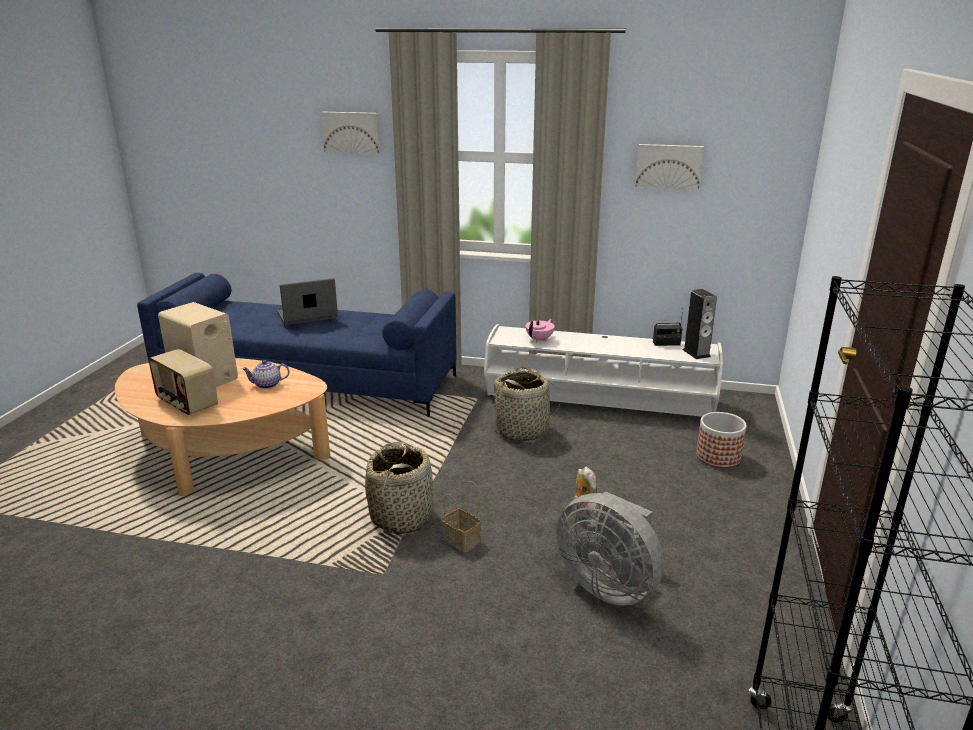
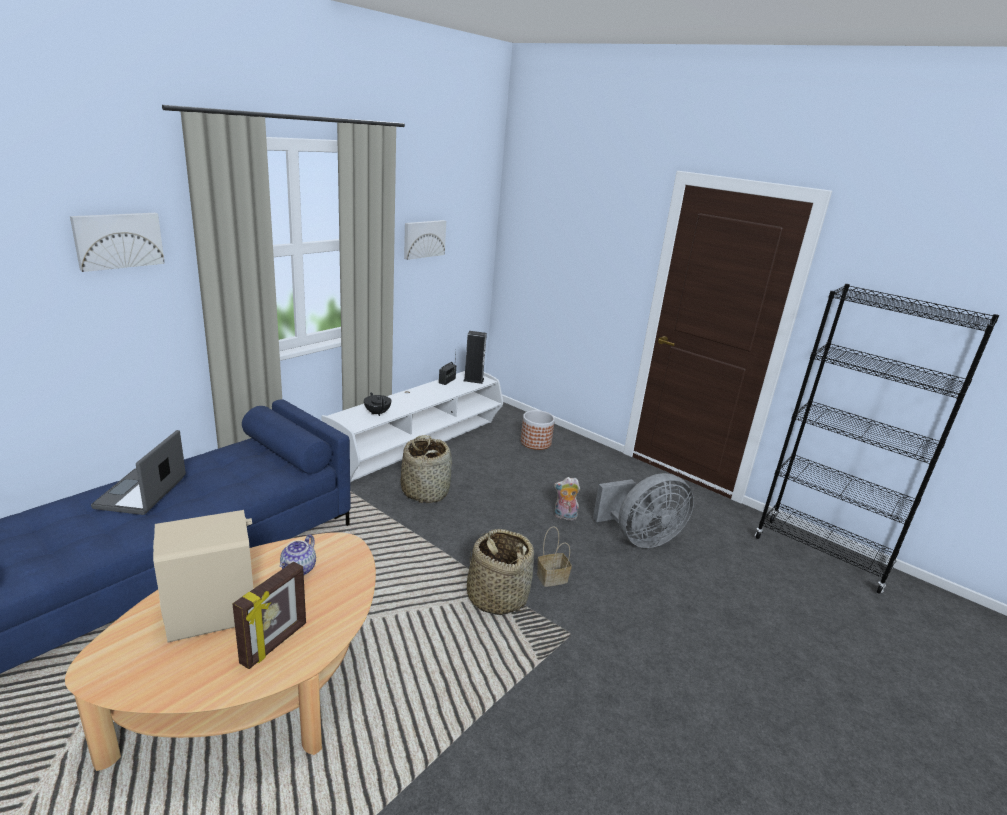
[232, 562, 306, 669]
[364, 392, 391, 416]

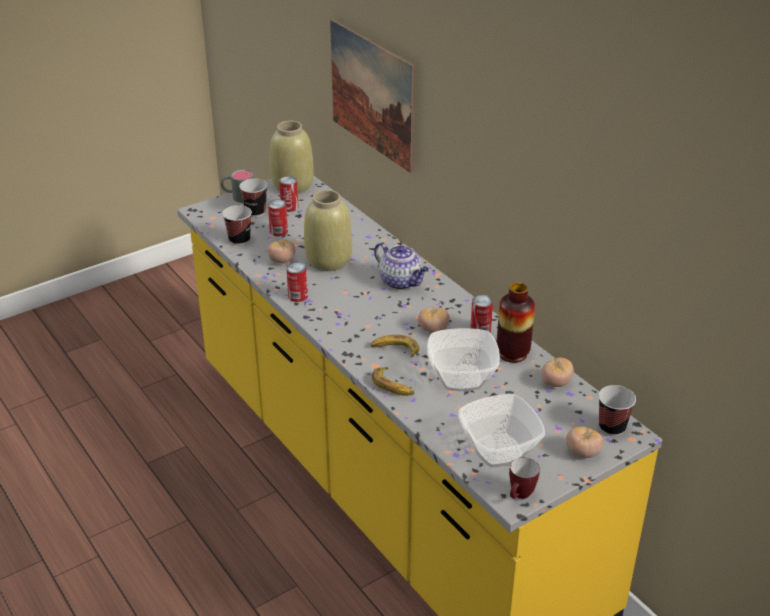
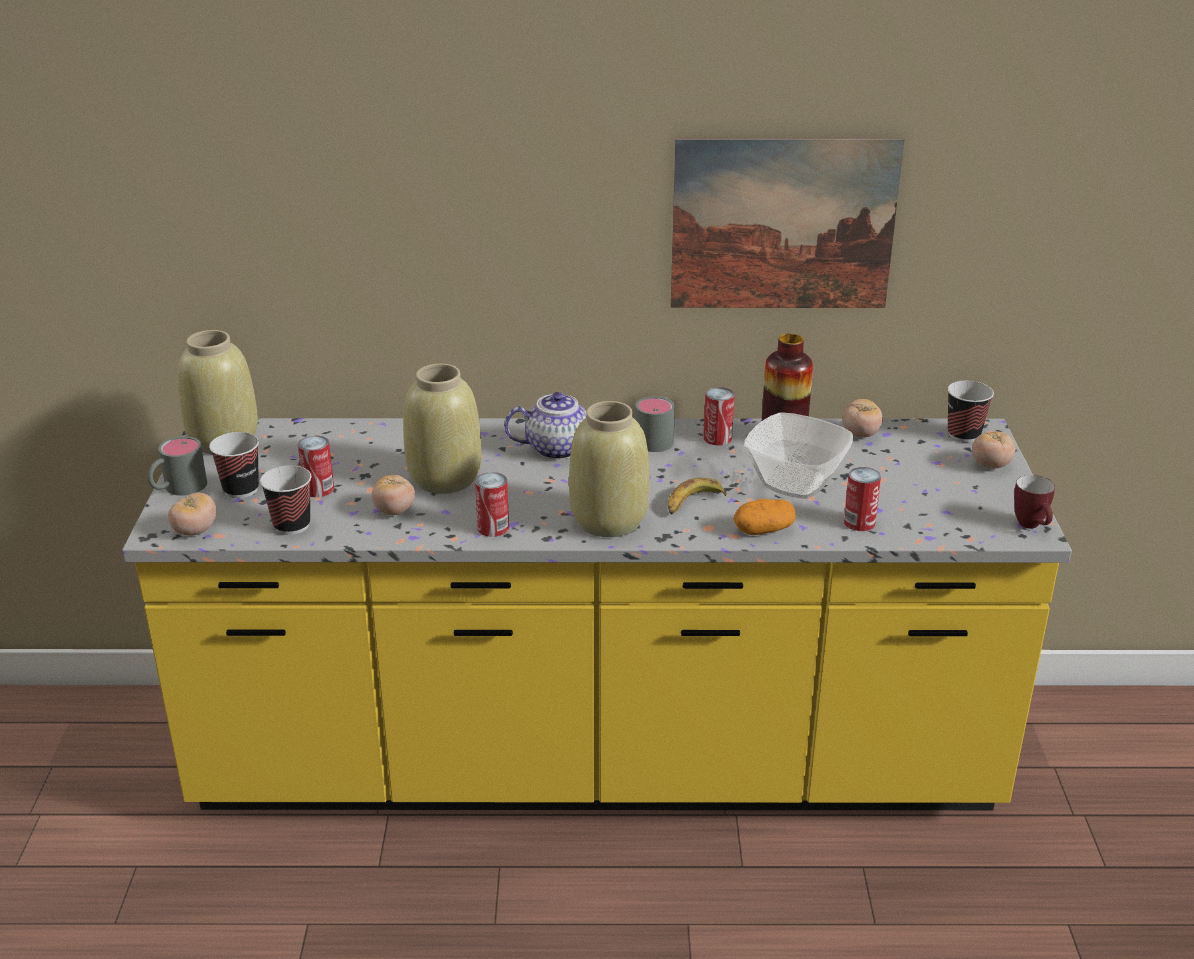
[458, 394, 545, 467] (first image)
[569, 401, 650, 537]
[635, 396, 675, 452]
[844, 467, 881, 531]
[670, 138, 904, 308]
[168, 493, 216, 535]
[733, 499, 796, 535]

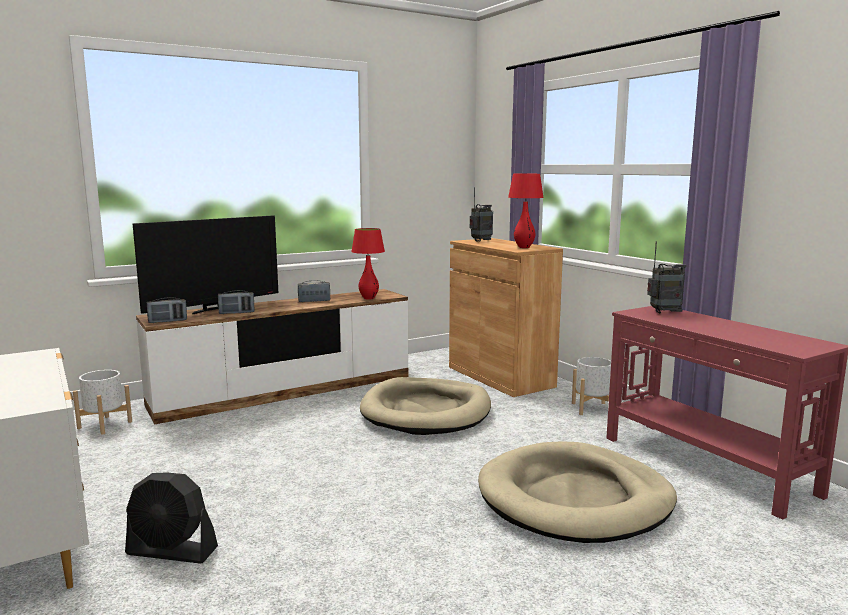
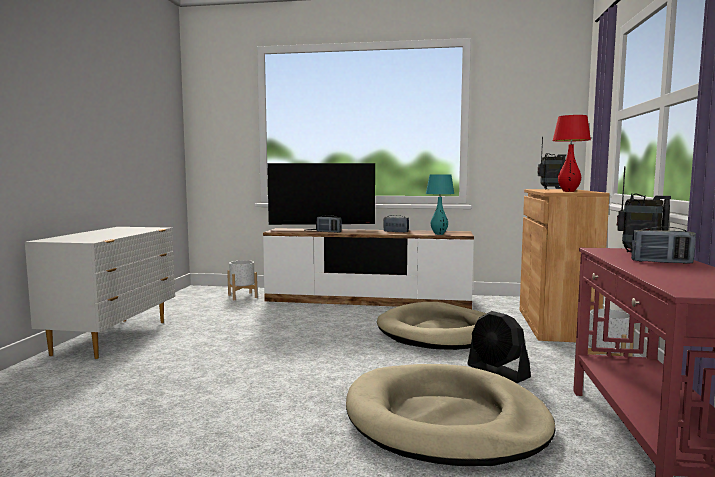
[467, 311, 531, 383]
[631, 227, 696, 264]
[426, 175, 455, 235]

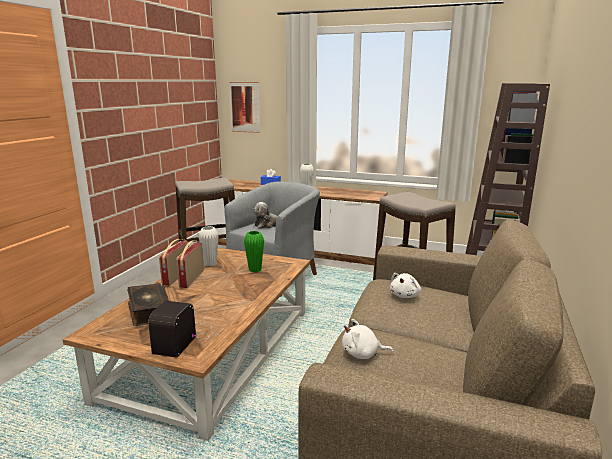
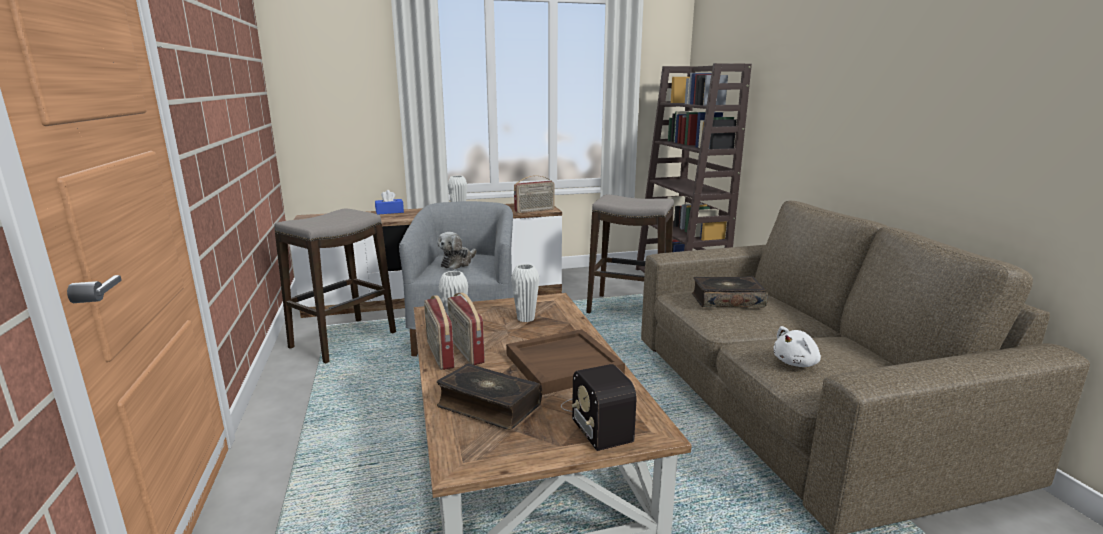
[229, 82, 260, 133] (first image)
[506, 329, 625, 395]
[514, 175, 554, 213]
[692, 276, 768, 308]
[511, 264, 539, 322]

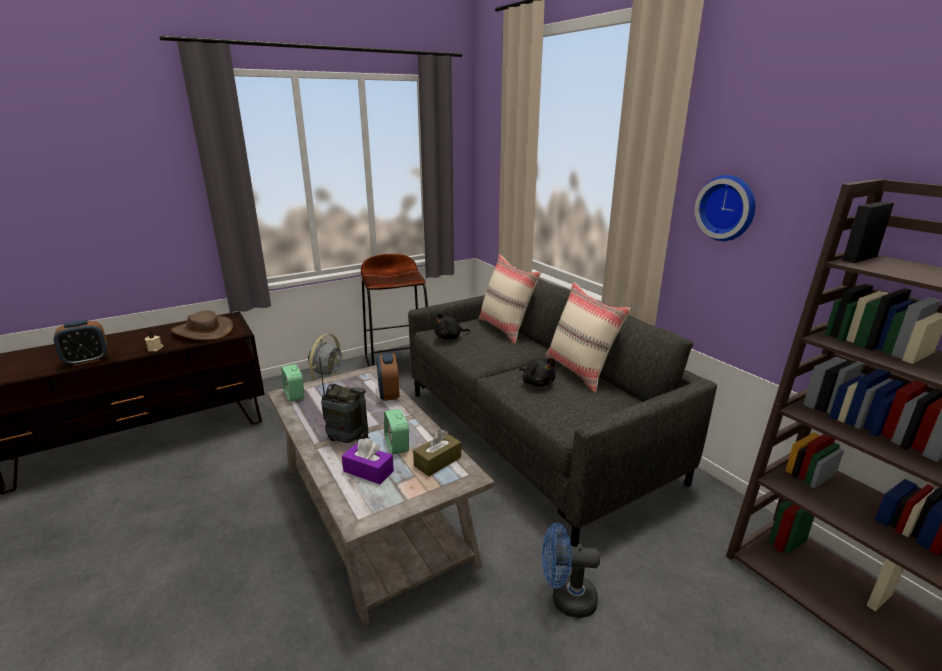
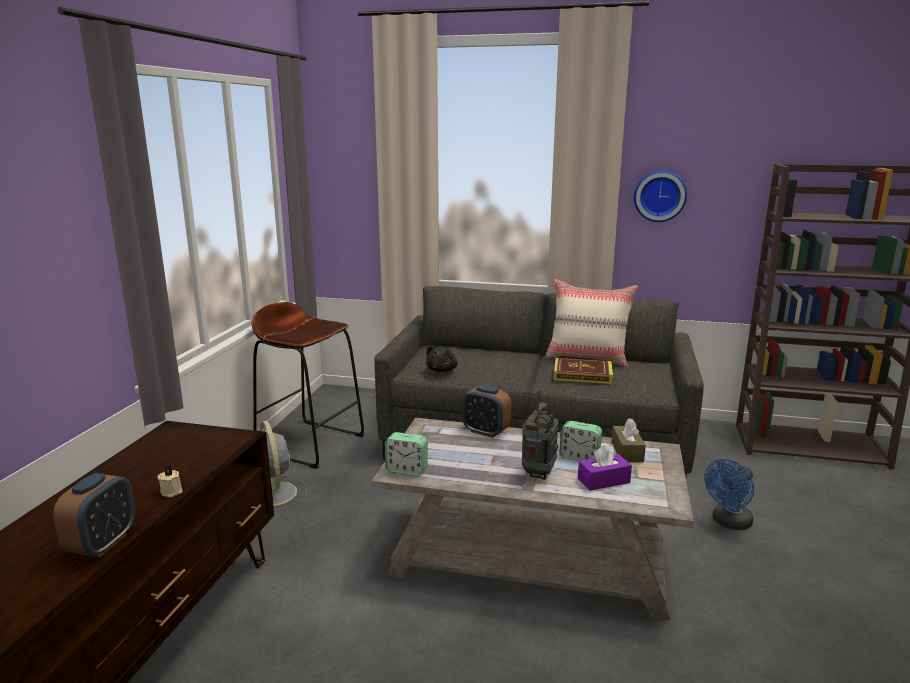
[171, 310, 233, 340] (first image)
[478, 255, 541, 344] (first image)
[554, 358, 613, 384]
[522, 390, 558, 480]

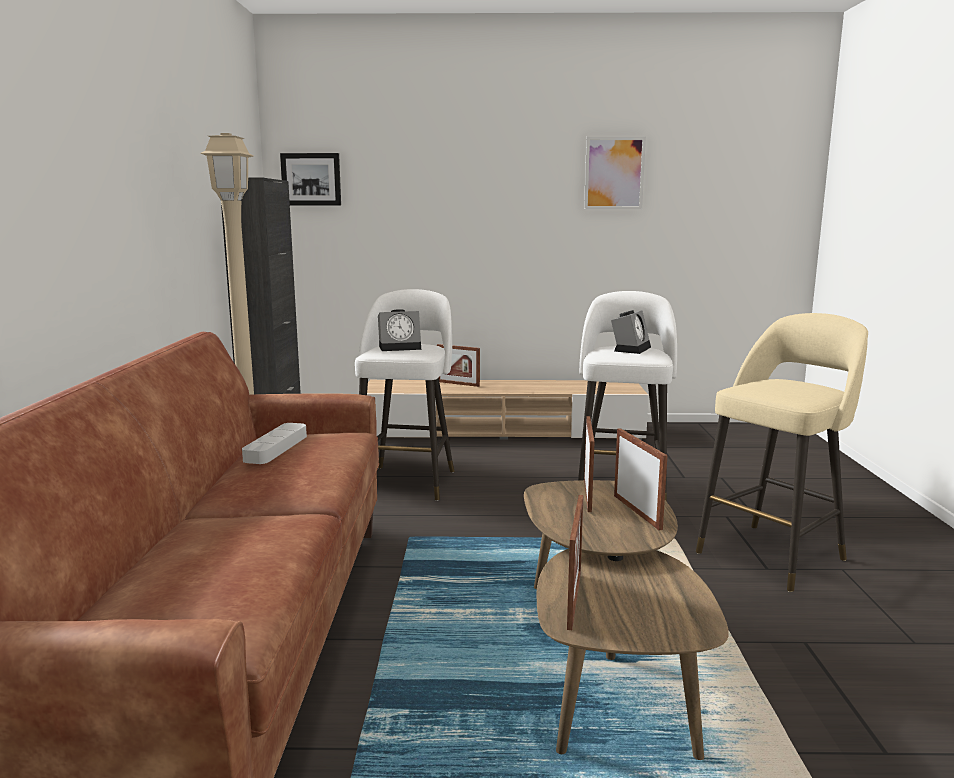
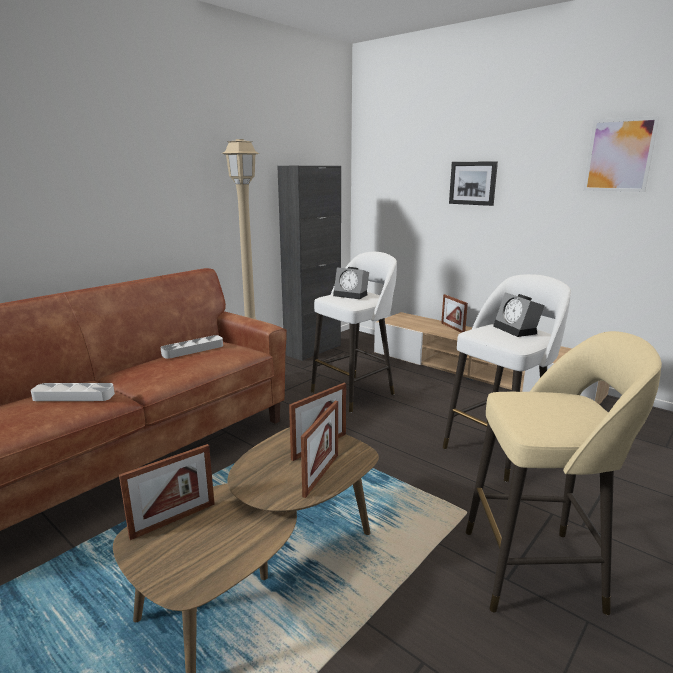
[31, 383, 115, 401]
[449, 161, 498, 206]
[493, 292, 545, 337]

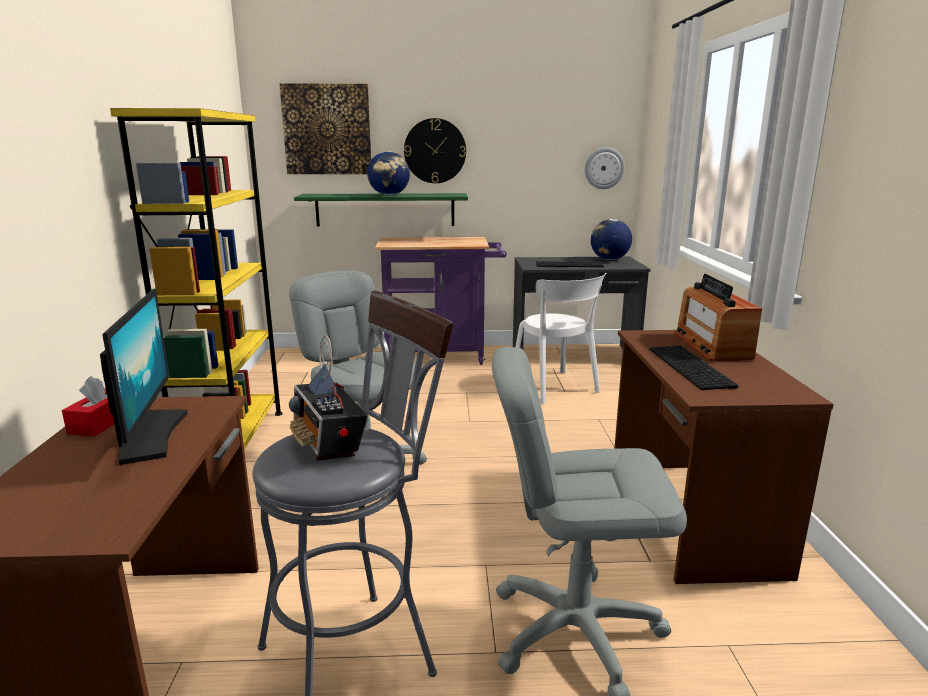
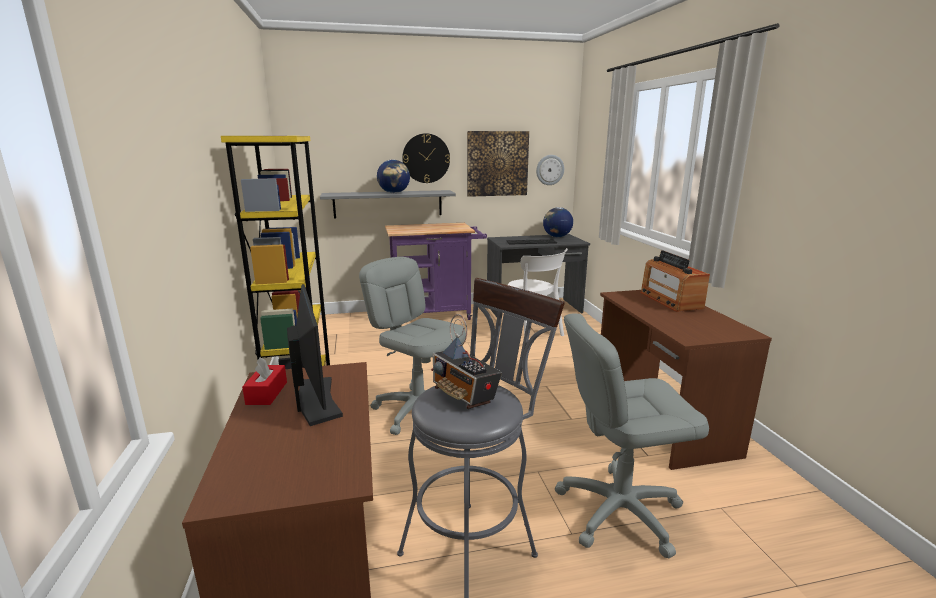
[649, 346, 738, 390] (first image)
[467, 131, 529, 197]
[320, 190, 456, 219]

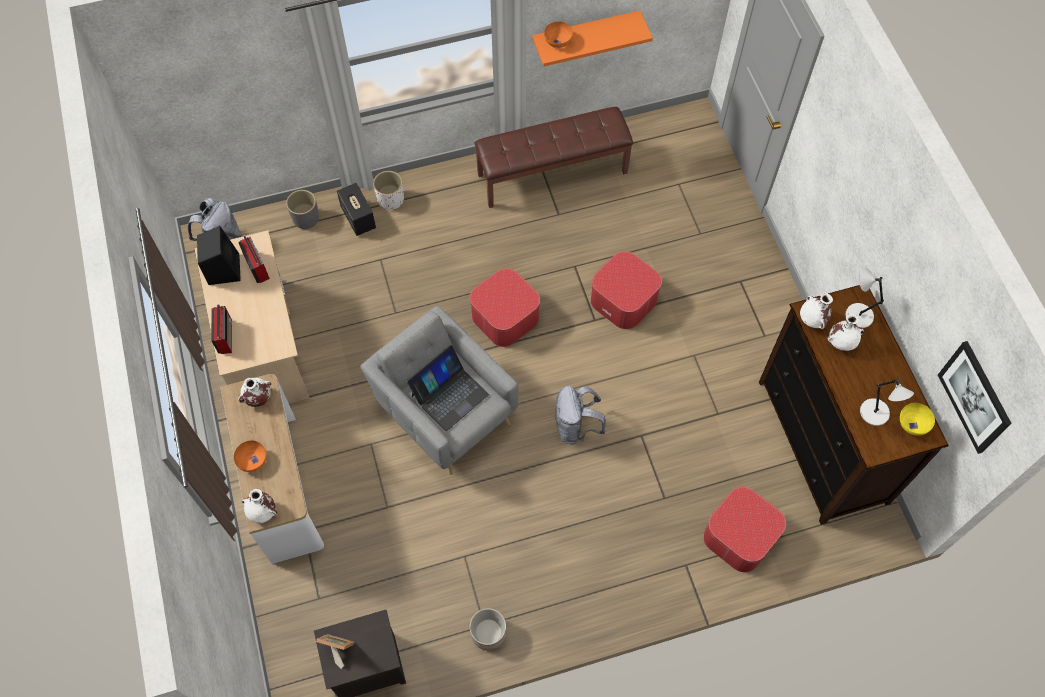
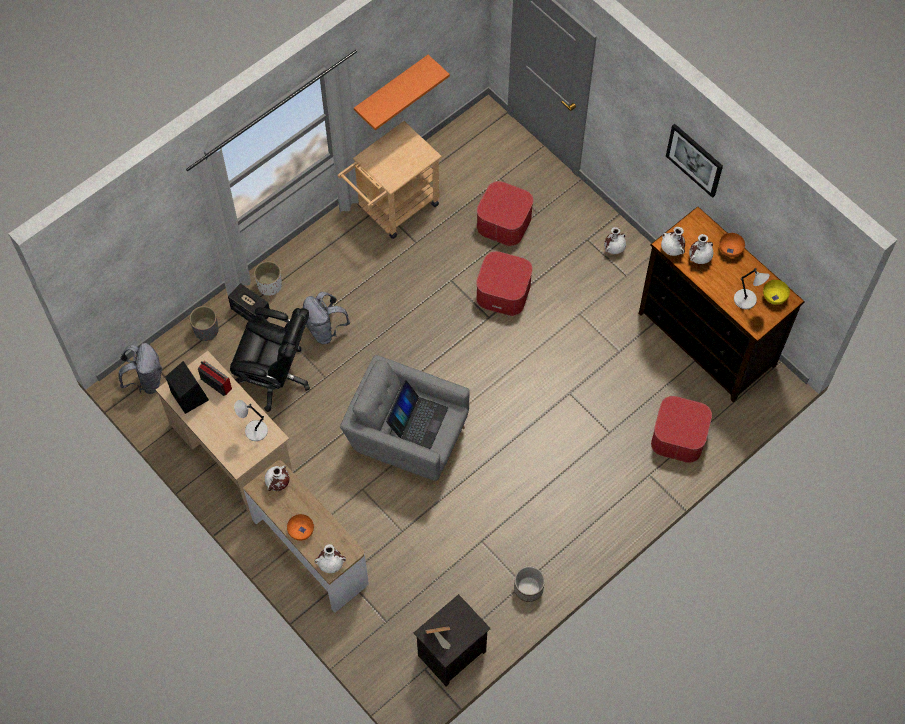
[211, 304, 232, 354] (first image)
[230, 307, 310, 412]
[604, 227, 626, 254]
[477, 181, 534, 246]
[719, 233, 745, 257]
[303, 292, 350, 344]
[234, 400, 268, 441]
[666, 124, 723, 198]
[338, 121, 442, 239]

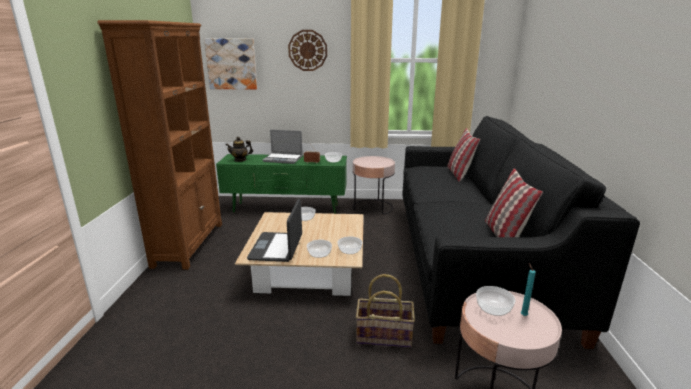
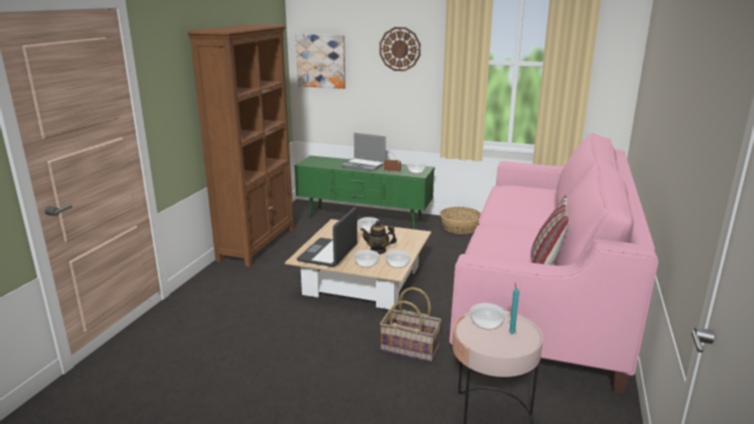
[448, 128, 480, 182] (first image)
[360, 220, 397, 254]
[440, 207, 481, 234]
[449, 133, 659, 394]

